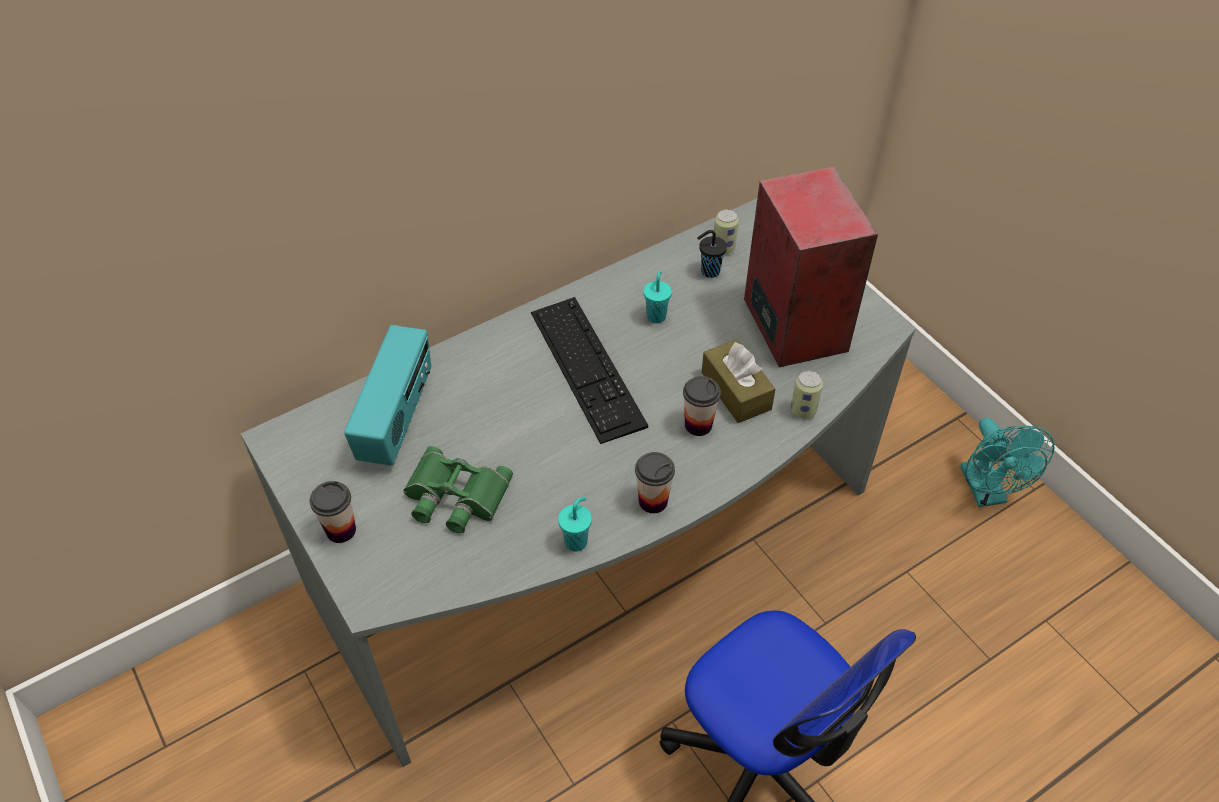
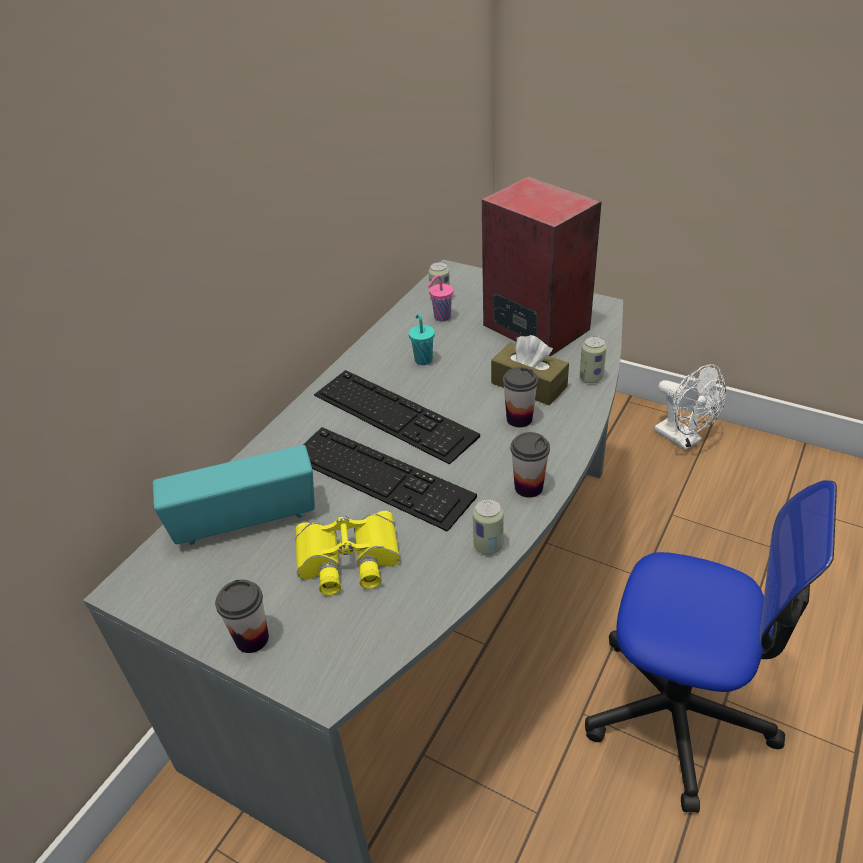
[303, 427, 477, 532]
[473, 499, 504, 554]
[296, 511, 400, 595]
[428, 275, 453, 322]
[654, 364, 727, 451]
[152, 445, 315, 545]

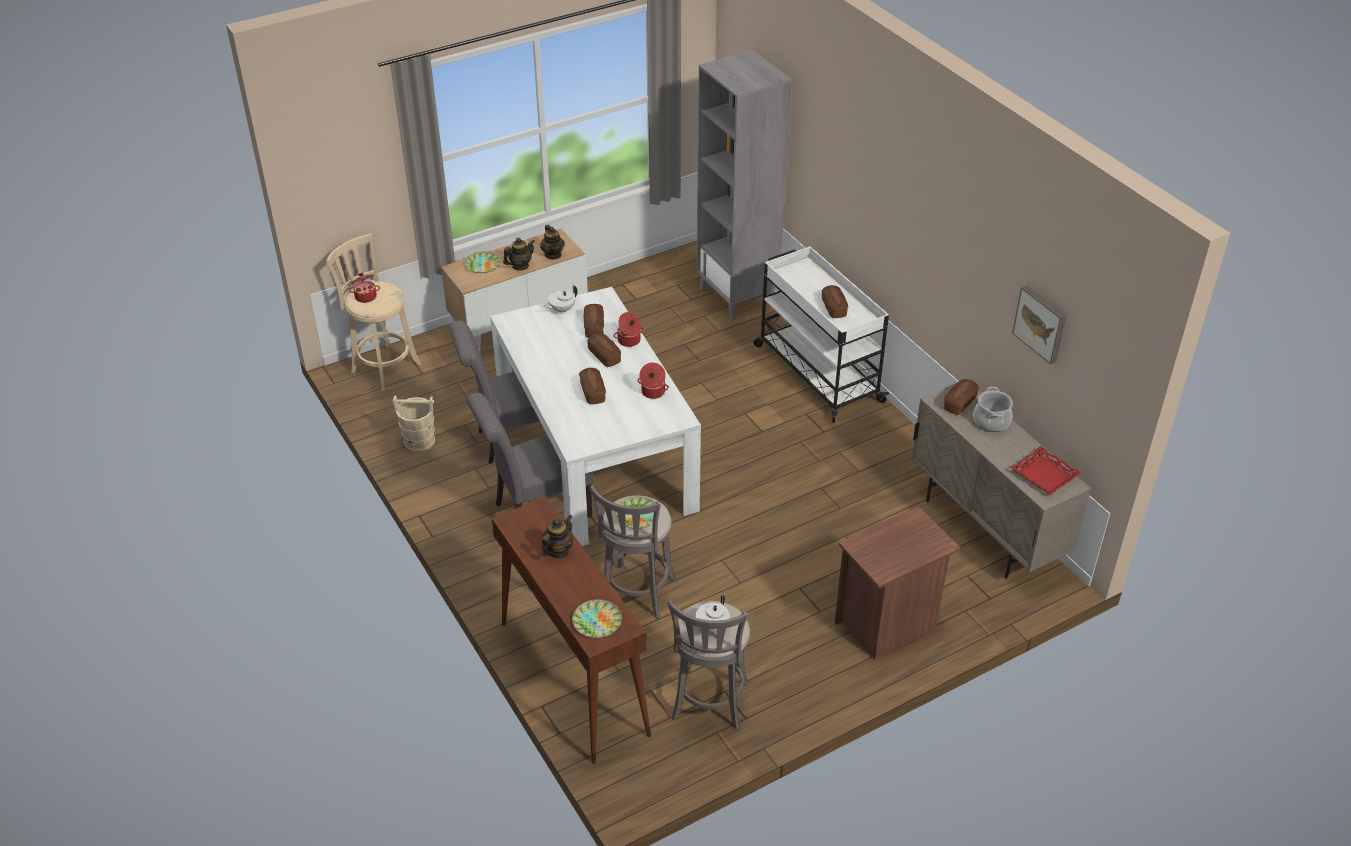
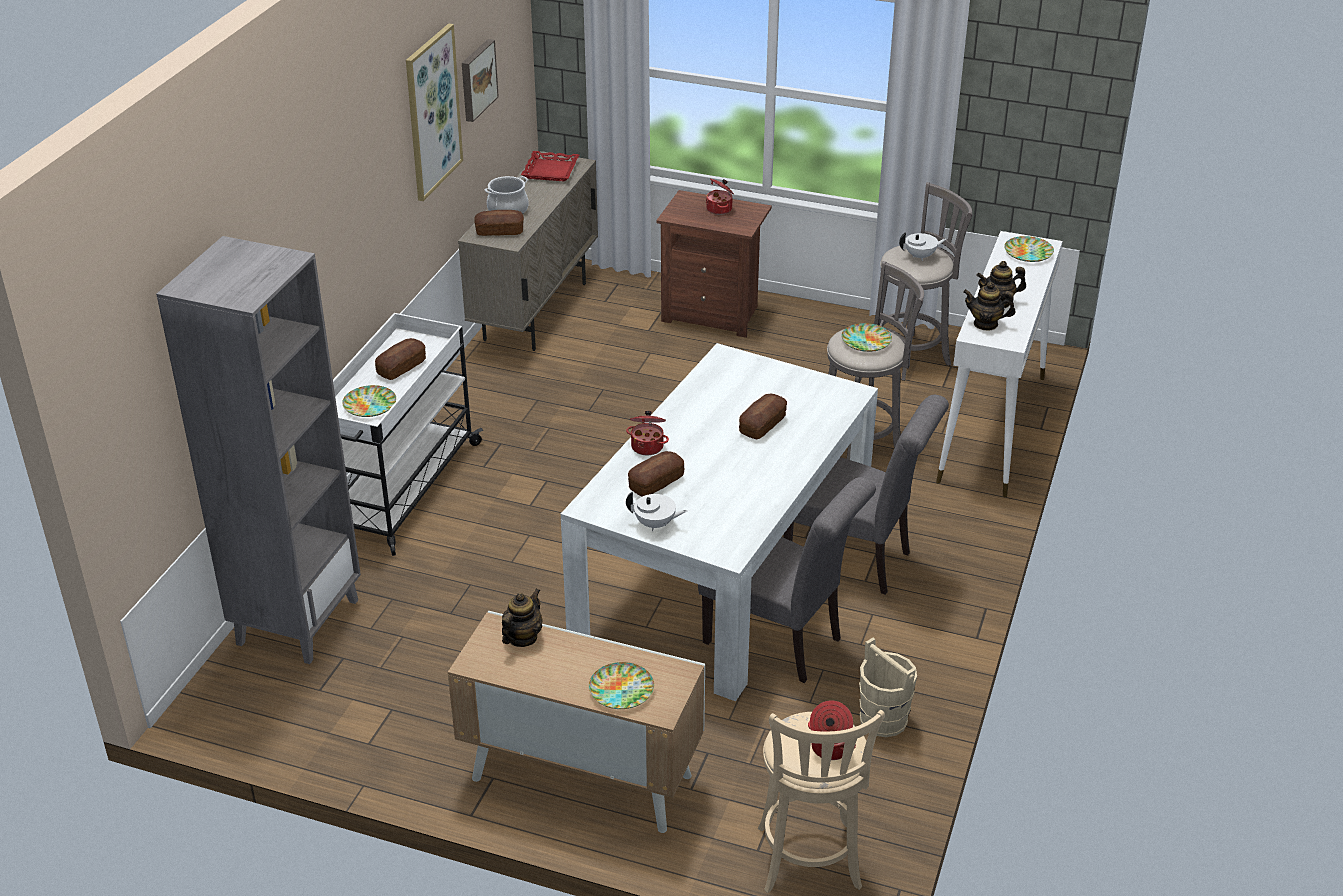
[587, 333, 621, 367] (first image)
[342, 385, 396, 417]
[406, 23, 463, 201]
[963, 282, 1015, 331]
[706, 178, 734, 215]
[936, 231, 1063, 497]

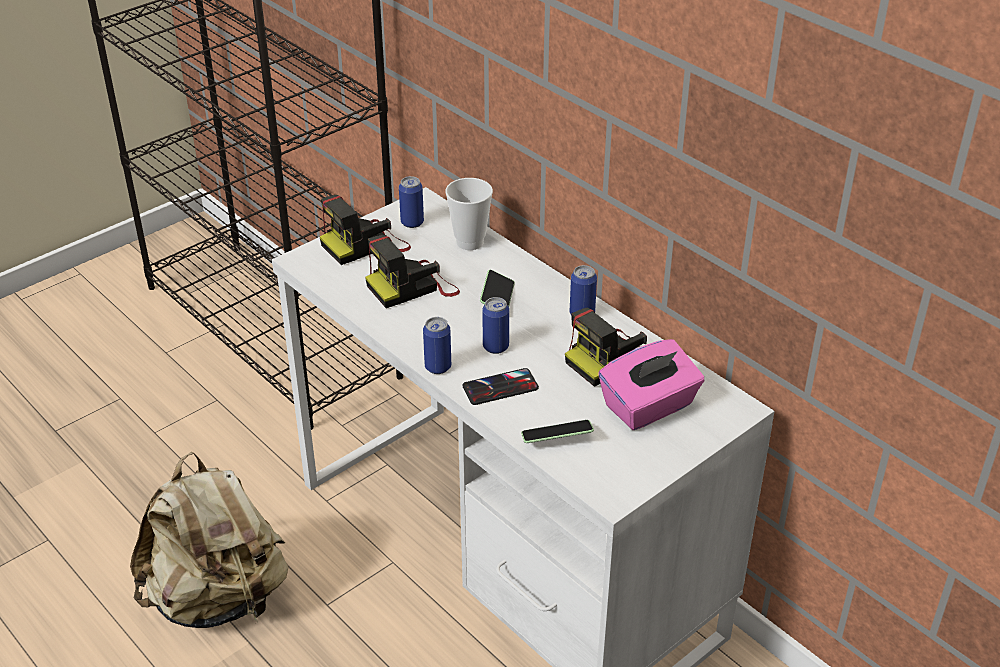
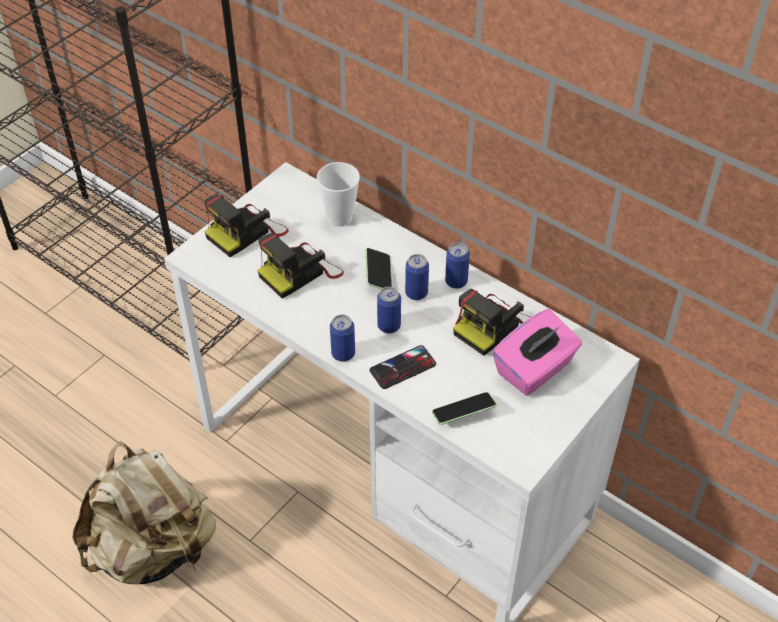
[405, 254, 429, 300]

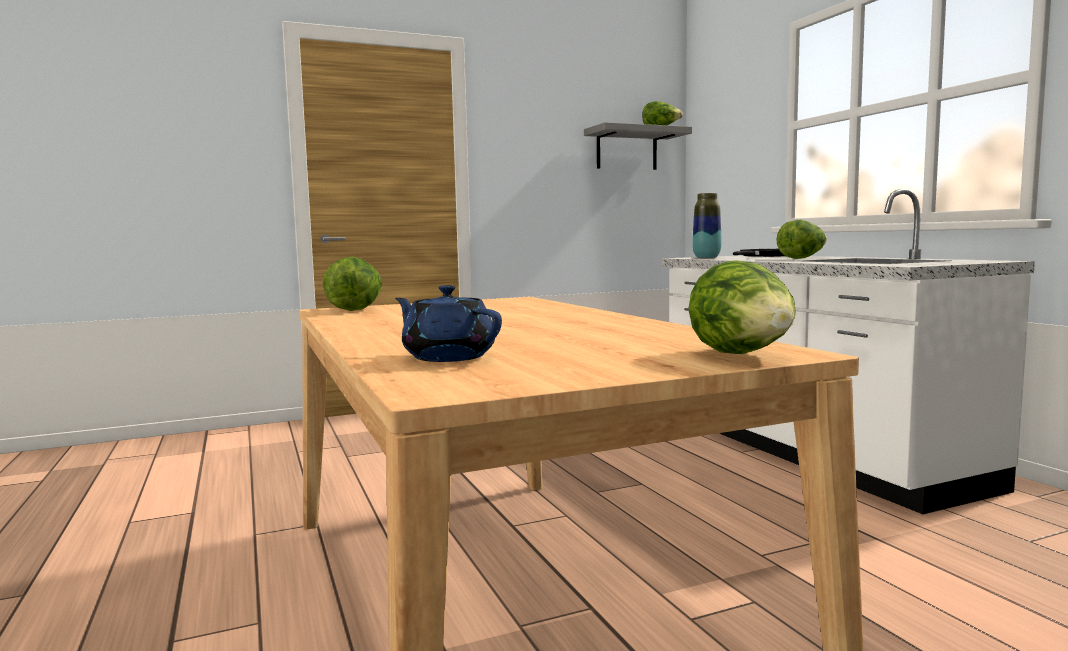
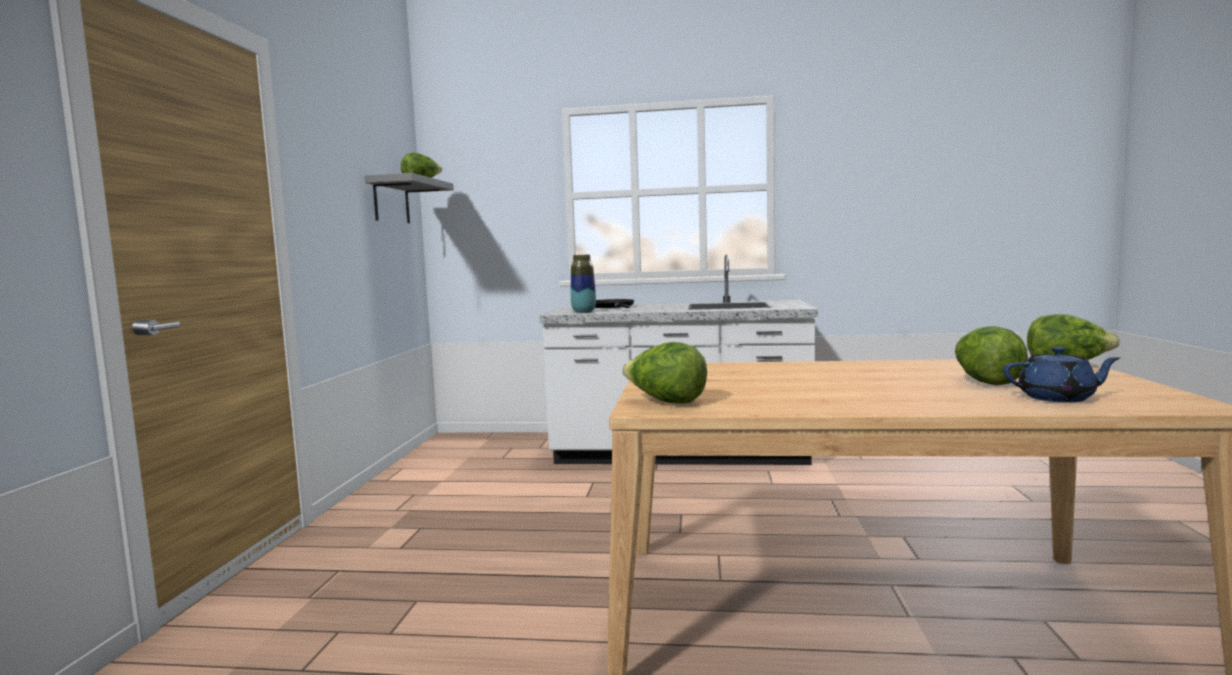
[955, 326, 1028, 386]
[1003, 347, 1120, 402]

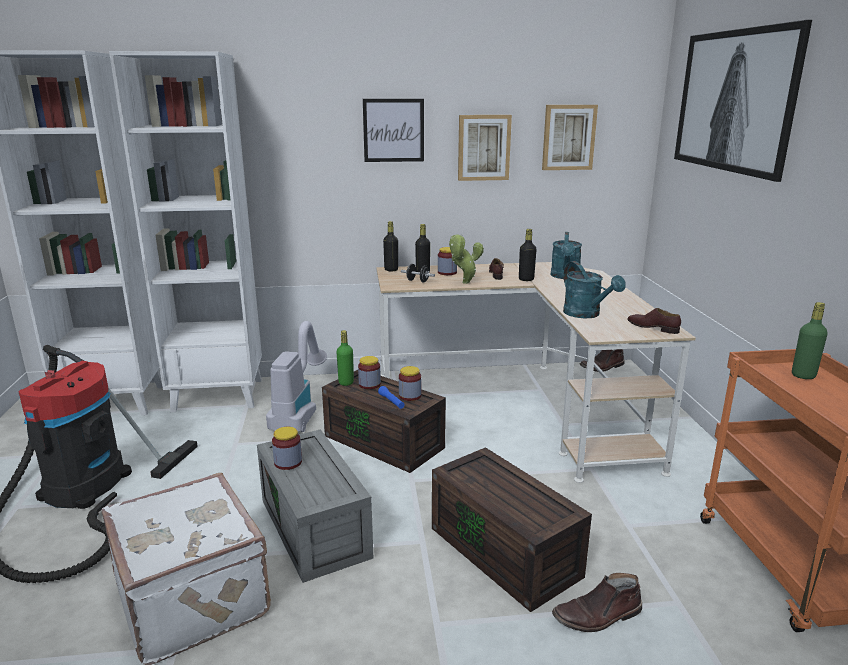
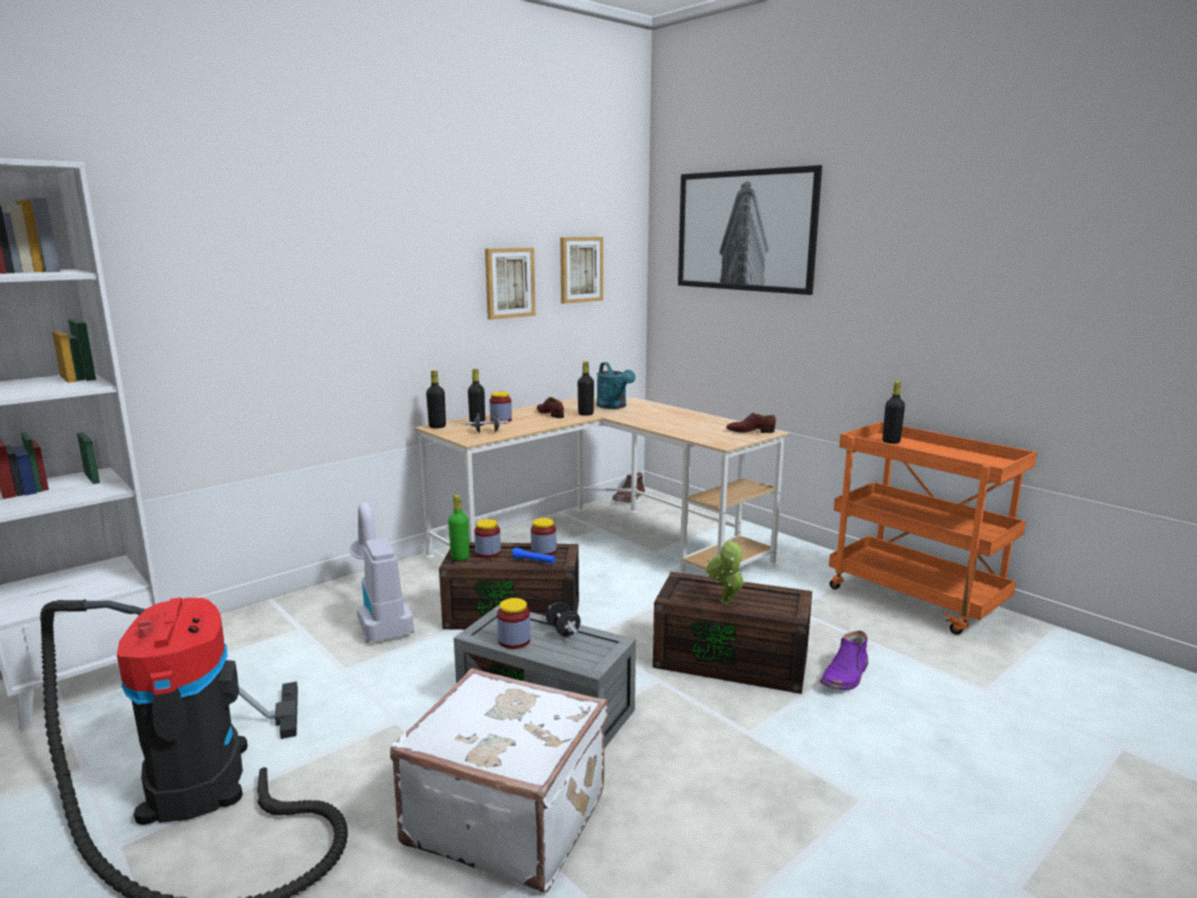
[109, 51, 262, 412] (first image)
[363, 99, 424, 162] (first image)
[563, 261, 626, 318] (first image)
[546, 602, 581, 637]
[706, 540, 745, 604]
[820, 631, 868, 690]
[883, 381, 905, 444]

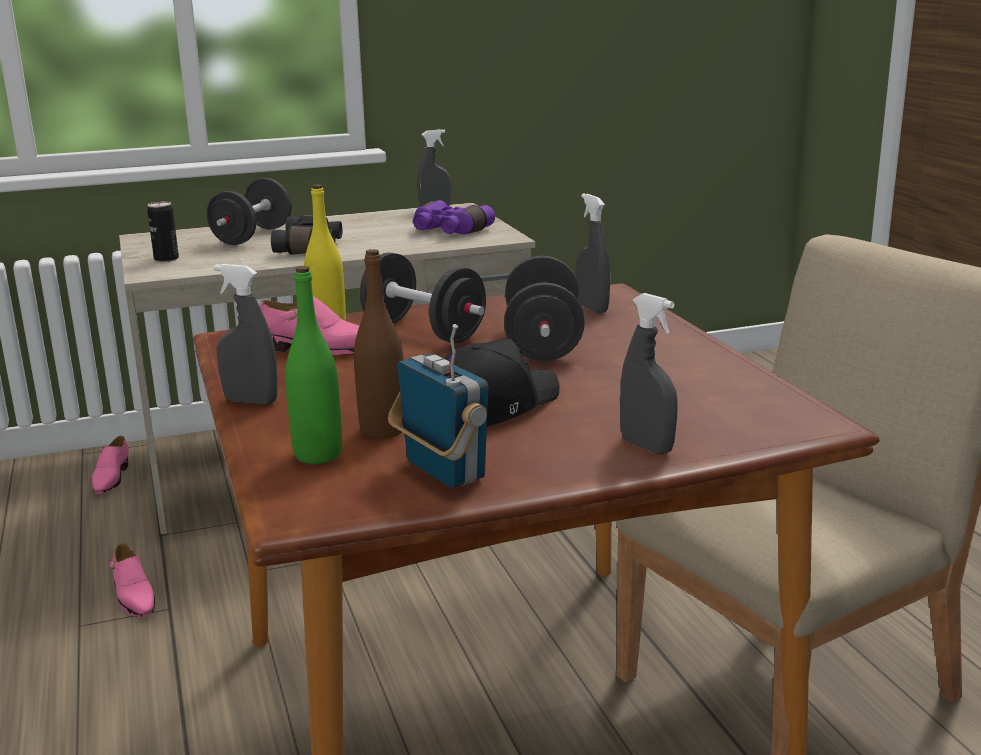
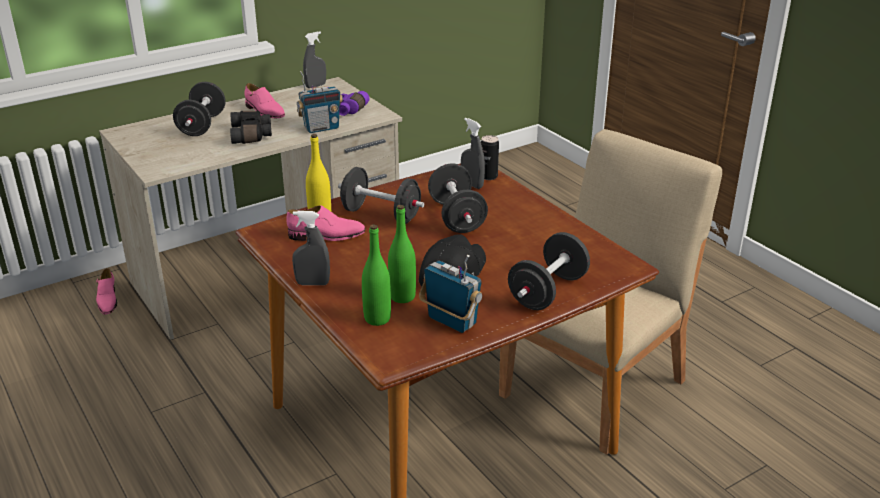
[297, 71, 343, 133]
[244, 83, 285, 118]
[481, 135, 499, 180]
[508, 232, 590, 310]
[388, 205, 416, 303]

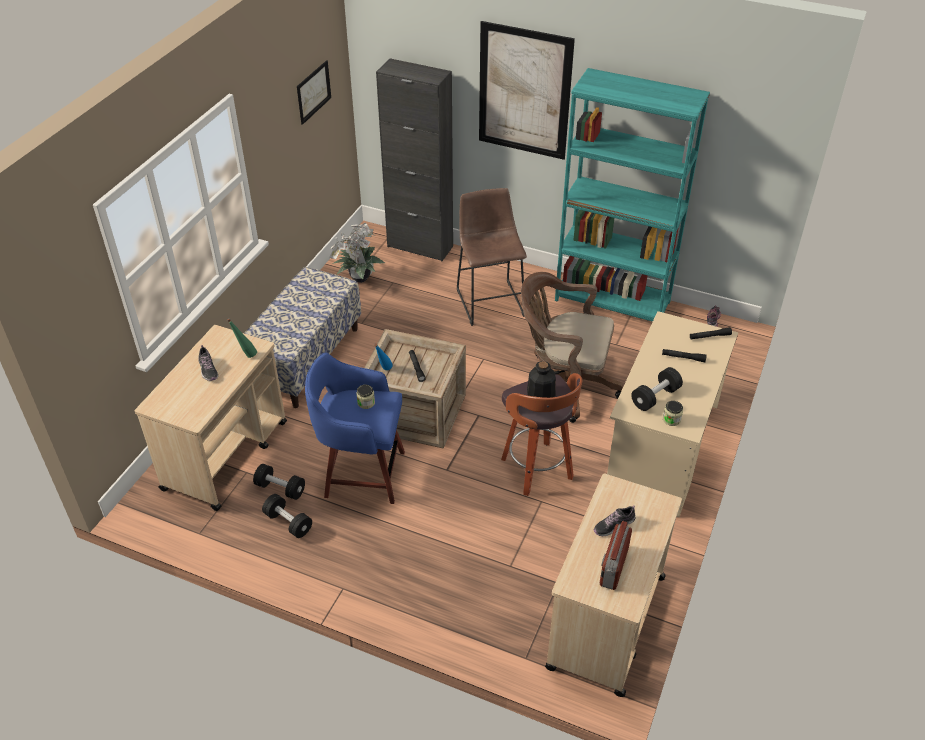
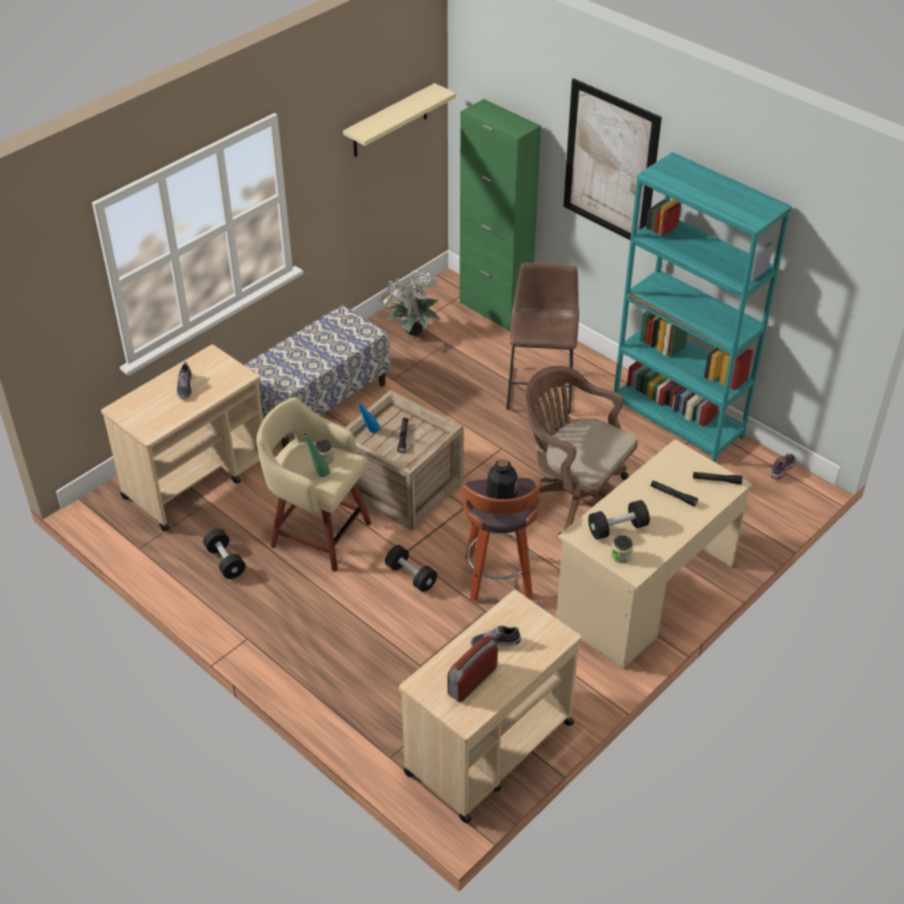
[303, 432, 330, 477]
[385, 545, 437, 592]
[343, 83, 456, 157]
[257, 397, 371, 572]
[460, 99, 541, 332]

